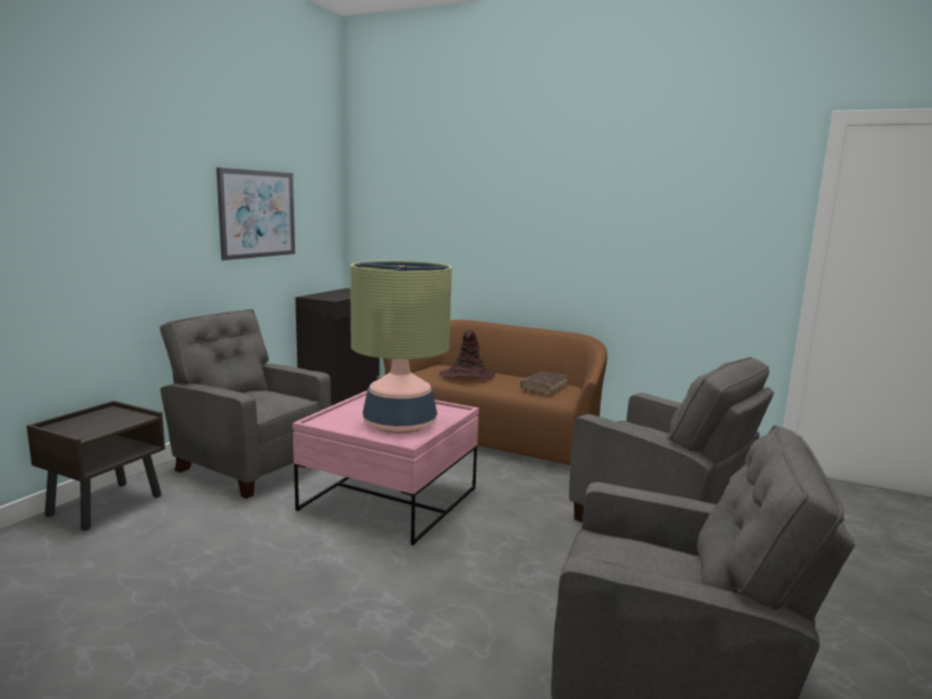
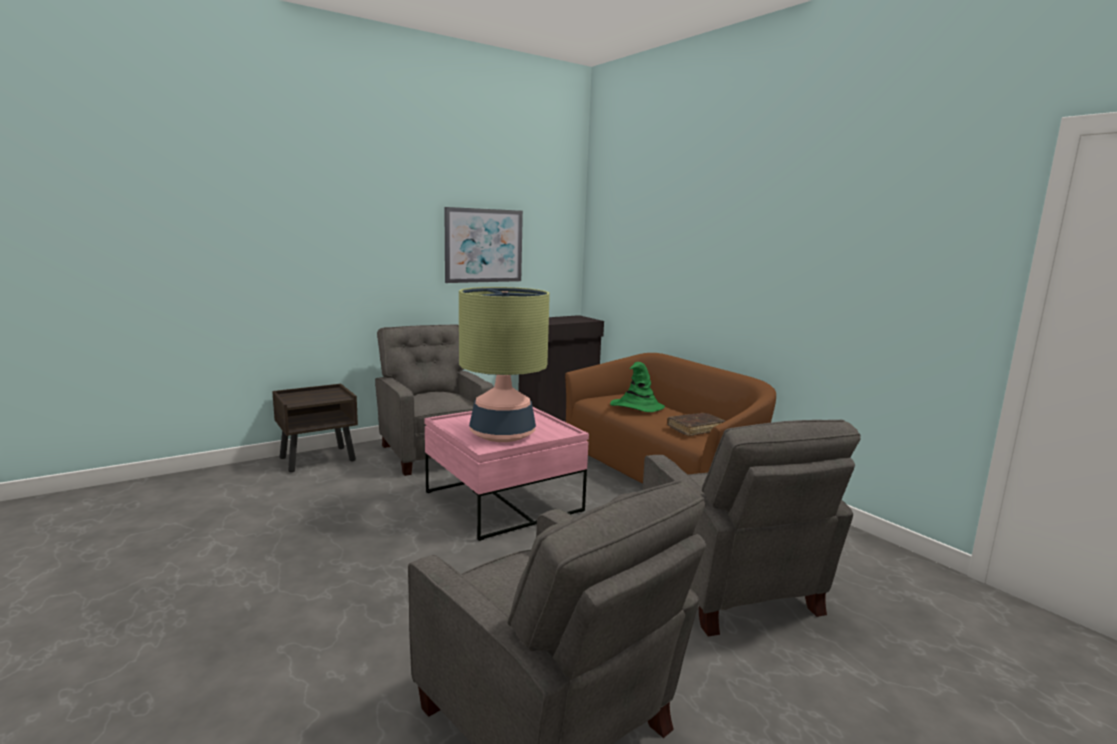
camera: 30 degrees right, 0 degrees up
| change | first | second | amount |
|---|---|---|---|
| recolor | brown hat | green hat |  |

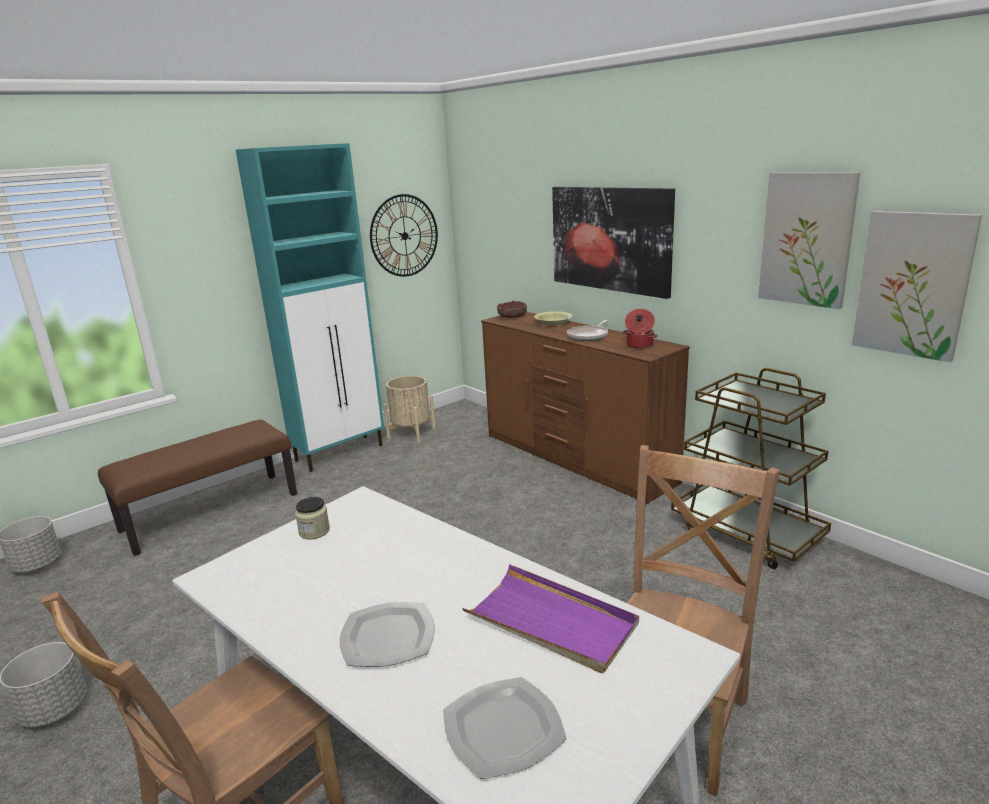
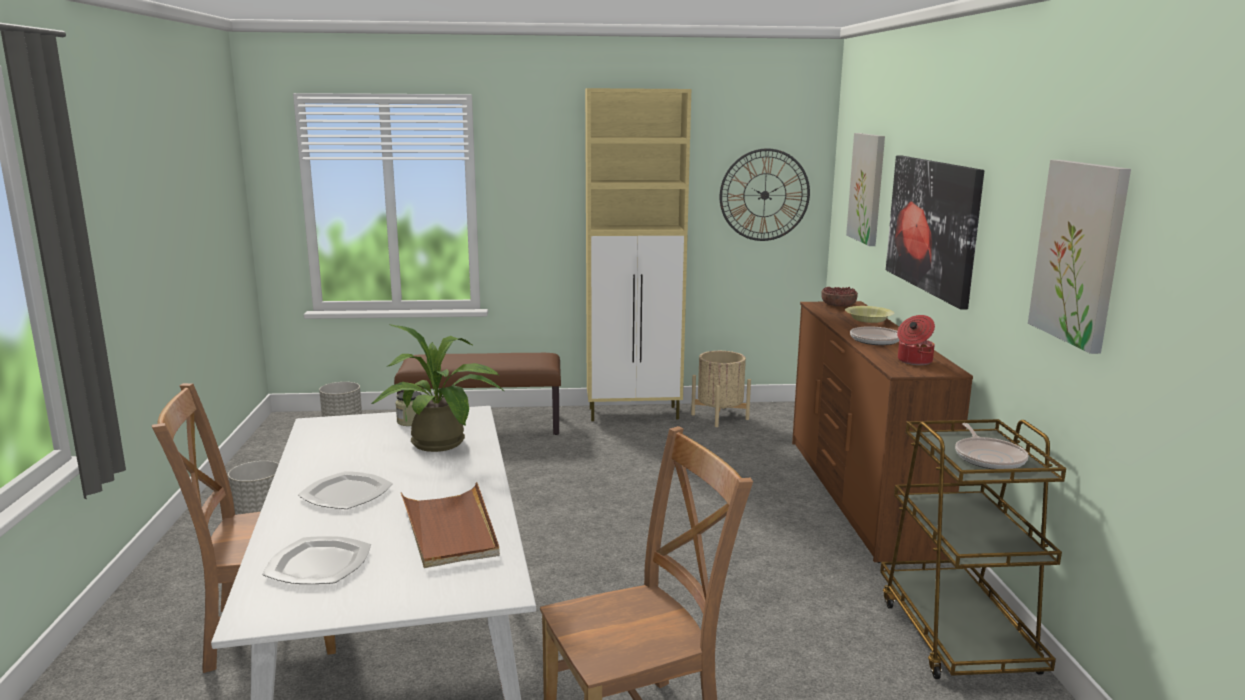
camera: 35 degrees right, 5 degrees down
| change | first | second | amount |
|---|---|---|---|
| recolor | turquoise cabinet | beige cabinet |  |
| move | picture (3rd from left in the first image) | picture (1st from left) |  |
| recolor | purple tray | brown tray |  |
| insert |  | potted plant |  |
| insert |  | frying pan (2nd from left) |  |

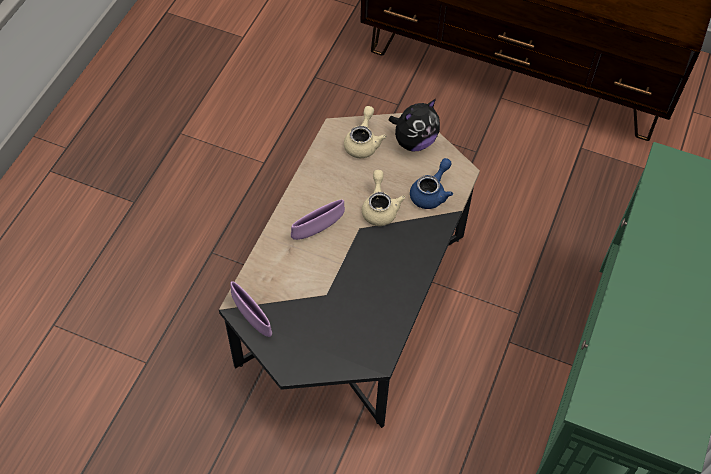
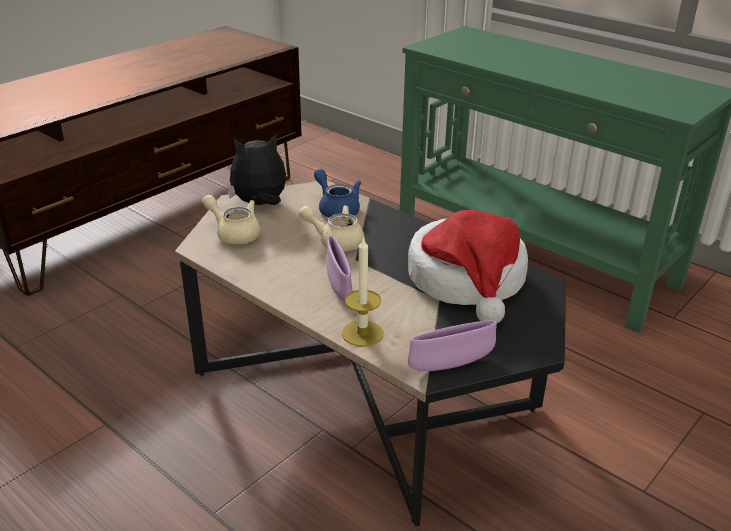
camera: 70 degrees left, 25 degrees down
| change | first | second | amount |
|---|---|---|---|
| rotate | plush toy |  | 90 degrees counterclockwise |
| insert |  | hat |  |
| insert |  | candle |  |

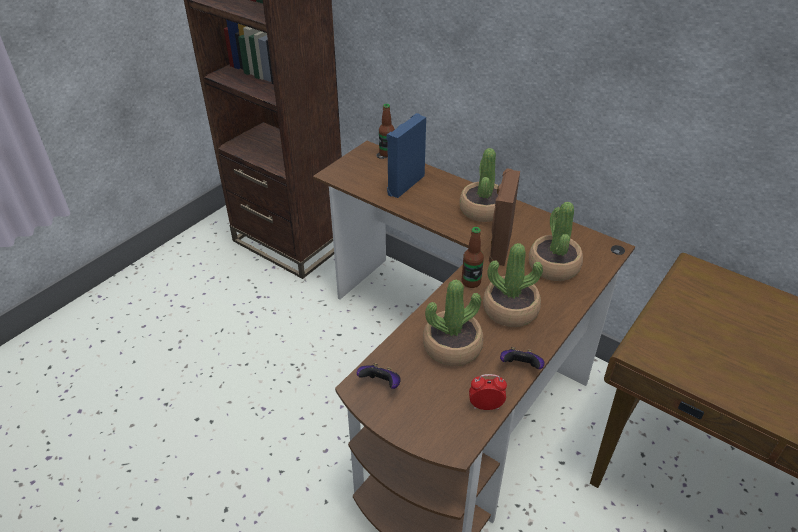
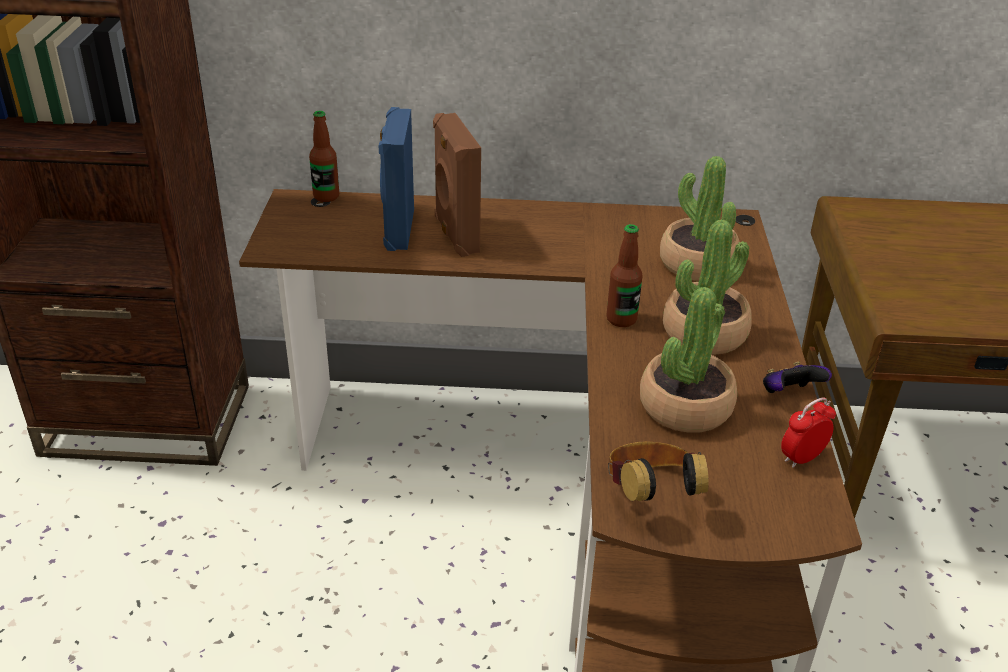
camera: 35 degrees left, 5 degrees down
| change | first | second | amount |
|---|---|---|---|
| delete | potted plant (2nd from left) |  |  |
| move | brown speaker |  |  |
| replace | game controller (1st from left) | headphones |  |

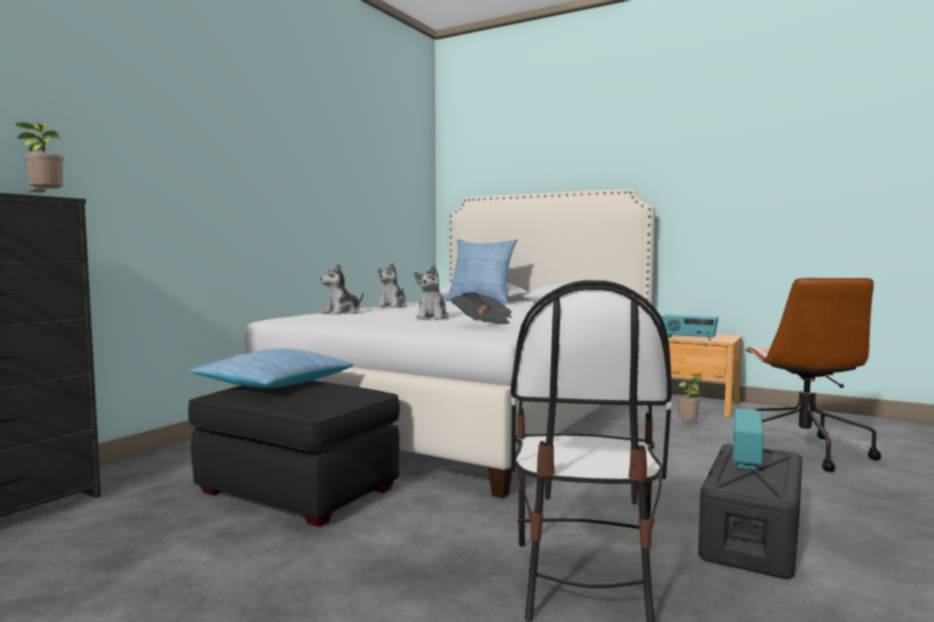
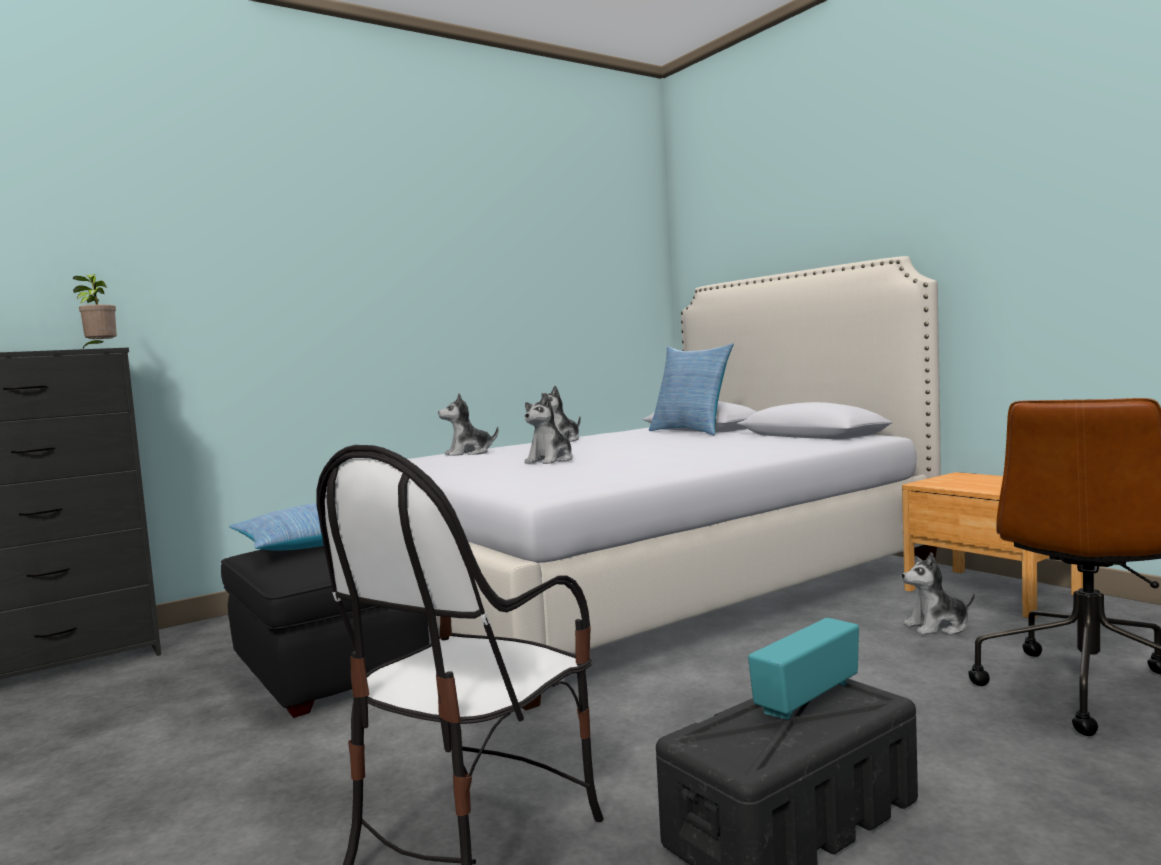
camera: 25 degrees right, 0 degrees up
| change | first | second | amount |
|---|---|---|---|
| delete | newspaper |  |  |
| delete | radio (1st from left) |  |  |
| replace | potted plant (2nd from left) | plush toy (4th from left) |  |

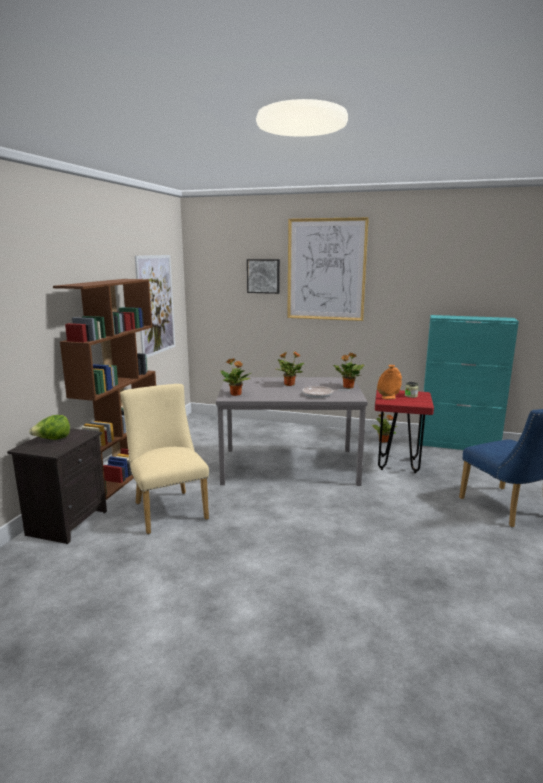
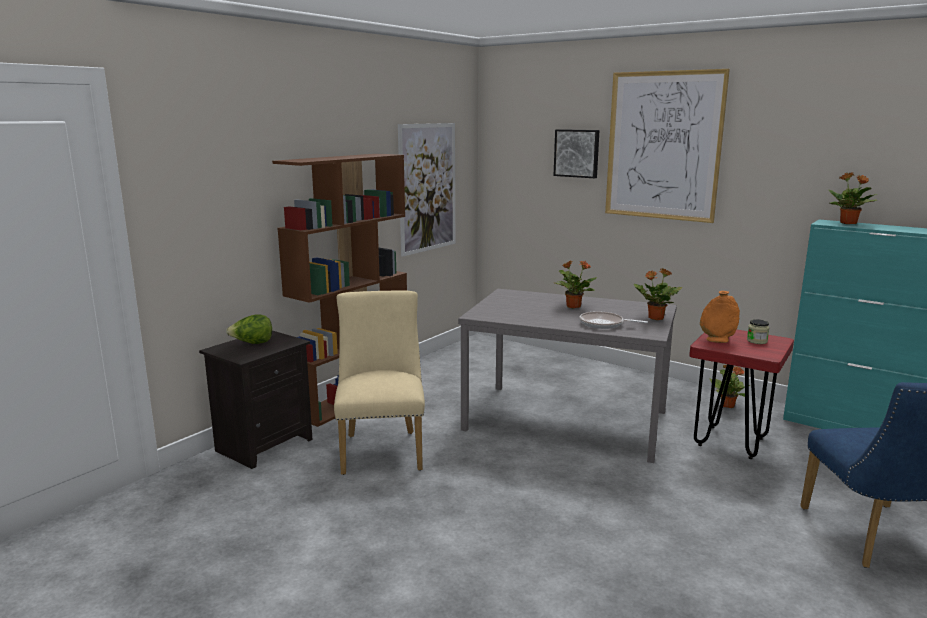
camera: 20 degrees right, 0 degrees up
| change | first | second | amount |
|---|---|---|---|
| move | potted plant (1st from left in the first image) | potted plant (4th from left) |  |

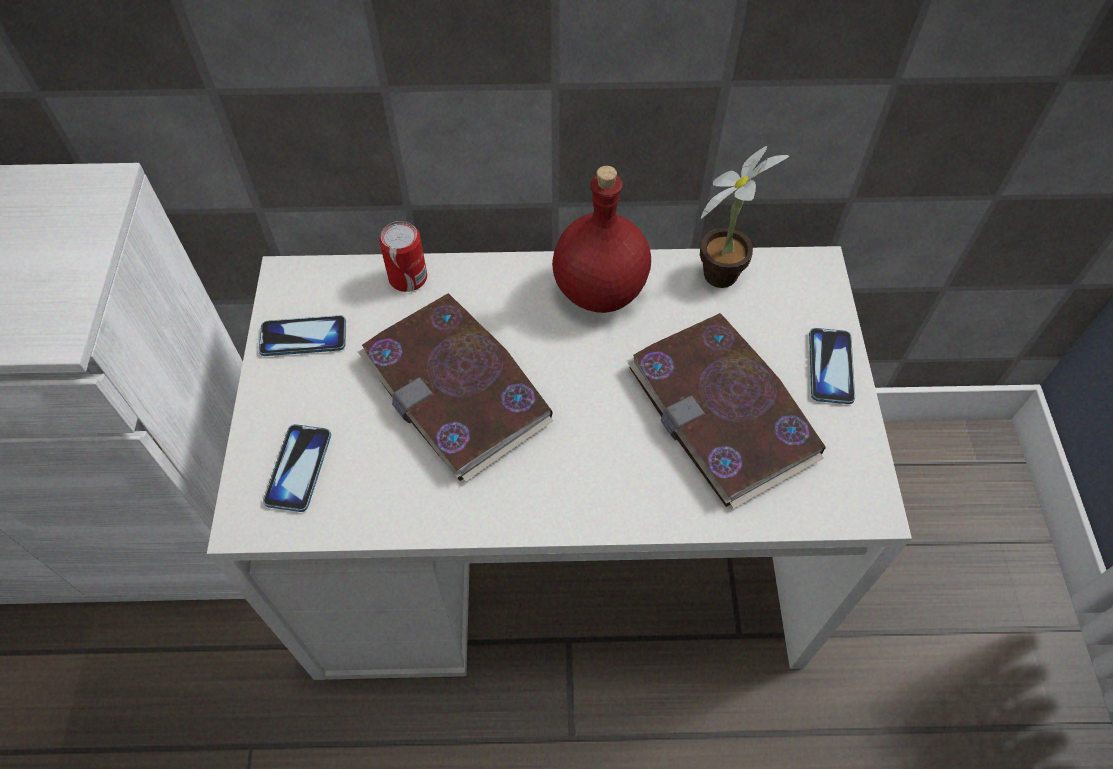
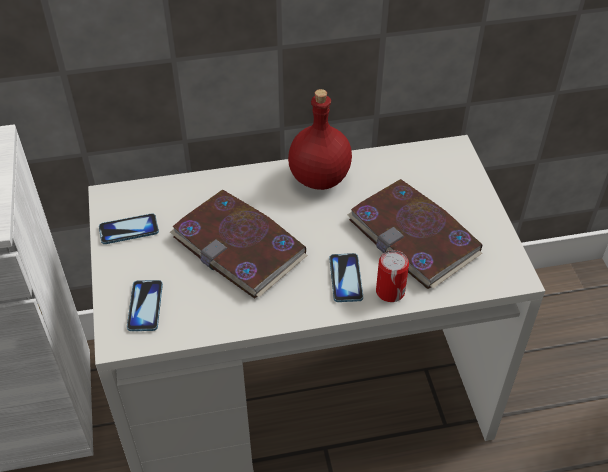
camera: 10 degrees left, 10 degrees down
| change | first | second | amount |
|---|---|---|---|
| delete | potted plant |  |  |
| move | can |  |  |
| move | phone (3rd from left) |  |  |

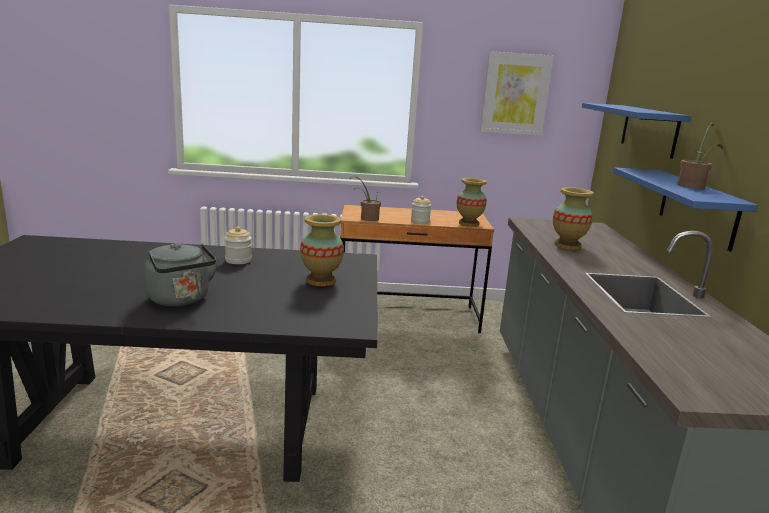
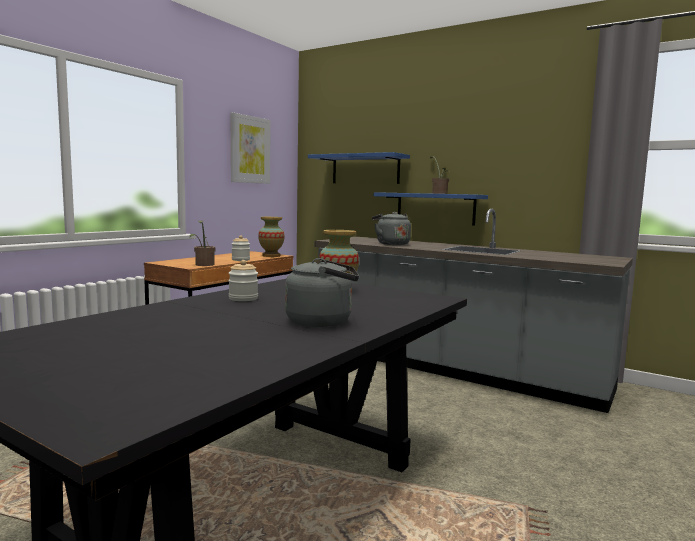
camera: 55 degrees left, 10 degrees down
| change | first | second | amount |
|---|---|---|---|
| replace | vase (3rd from left) | grey kettle (2nd from left) |  |

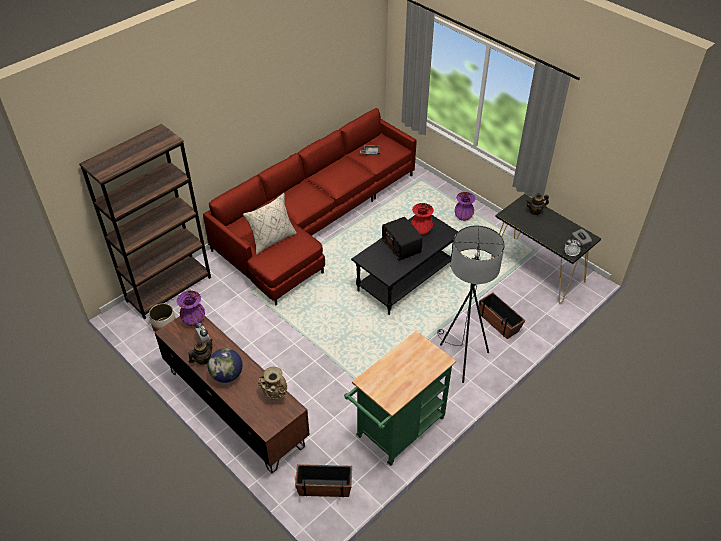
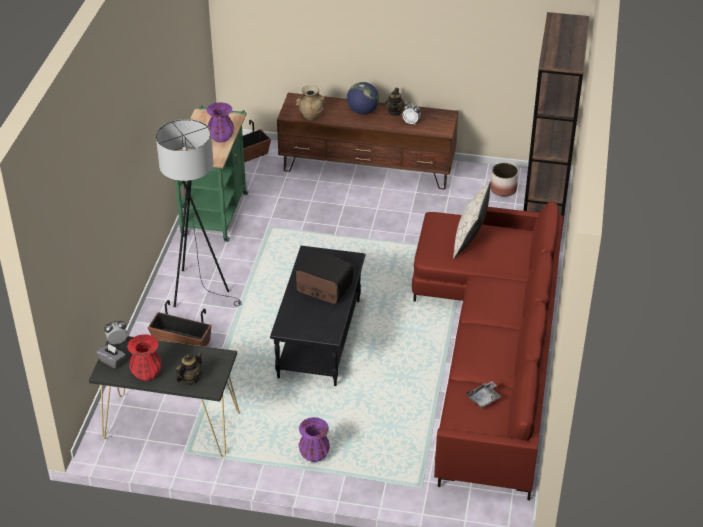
camera: 145 degrees right, 5 degrees down
| change | first | second | amount |
|---|---|---|---|
| move | red vase |  |  |
| move | purple vase (1st from left) |  |  |

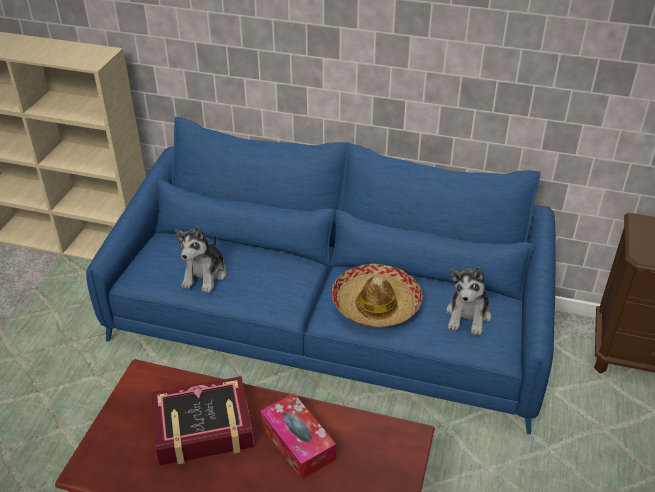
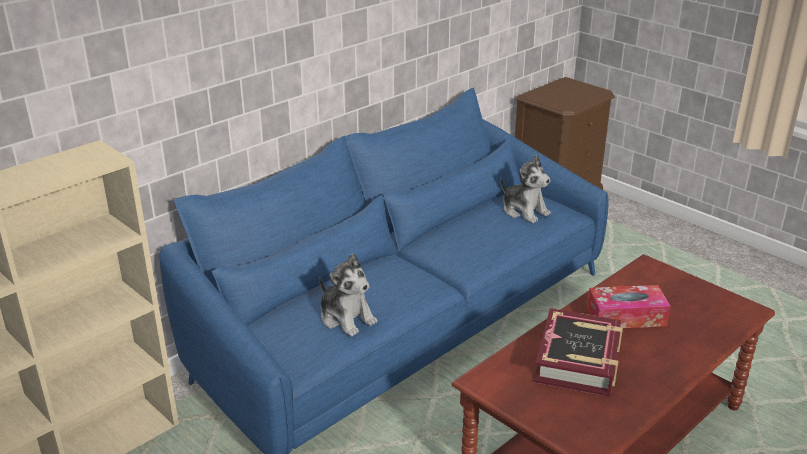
camera: 60 degrees left, 10 degrees down
| change | first | second | amount |
|---|---|---|---|
| delete | hat |  |  |

